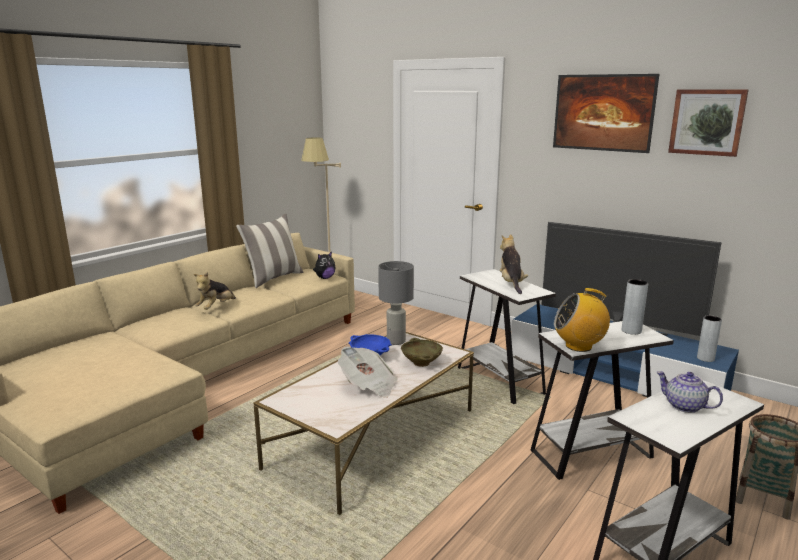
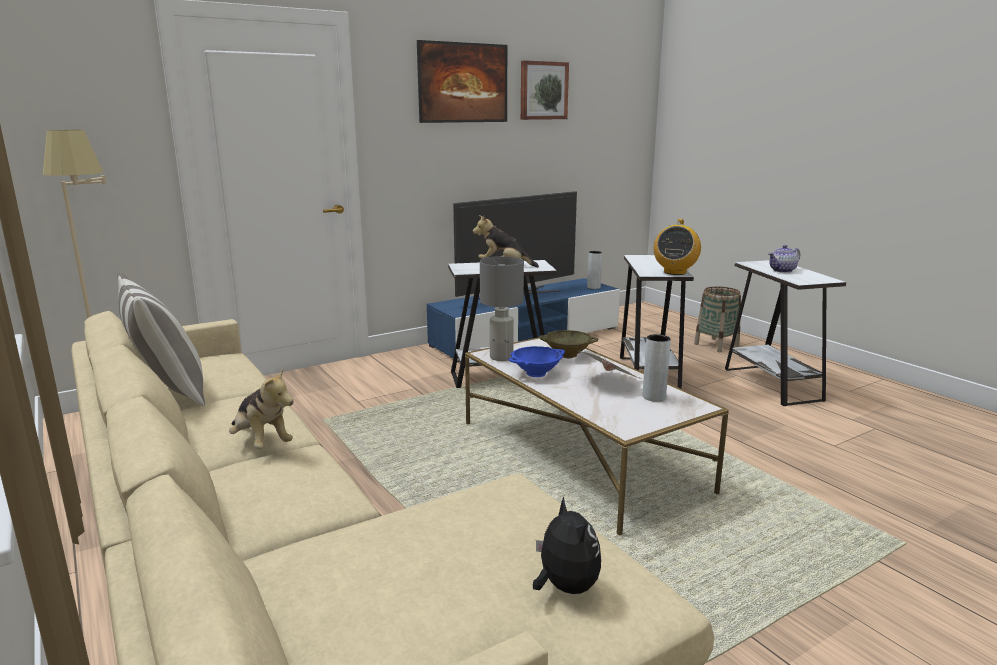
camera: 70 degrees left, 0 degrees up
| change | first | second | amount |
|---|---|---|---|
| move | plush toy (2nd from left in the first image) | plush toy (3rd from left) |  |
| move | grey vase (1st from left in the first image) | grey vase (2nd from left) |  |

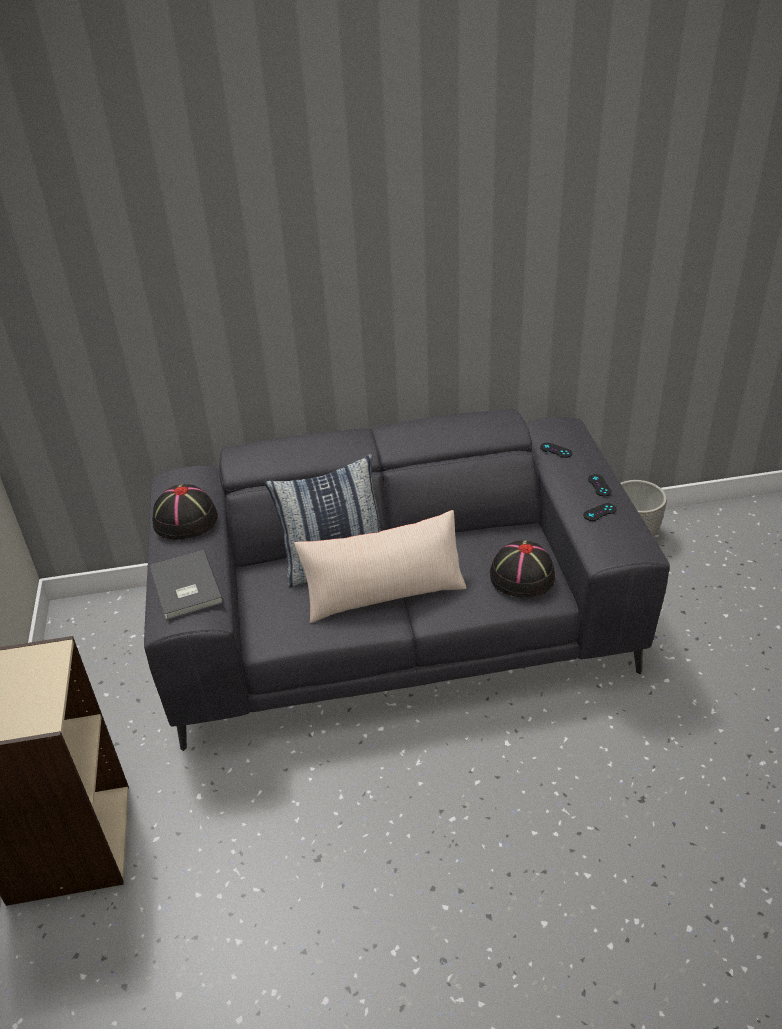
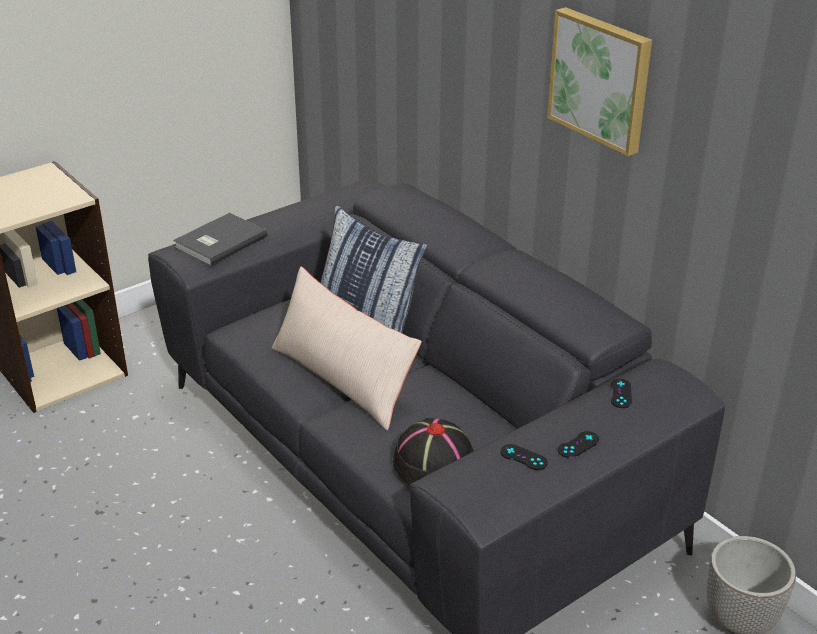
camera: 60 degrees right, 5 degrees down
| change | first | second | amount |
|---|---|---|---|
| delete | black hat (1st from left) |  |  |
| insert |  | picture |  |

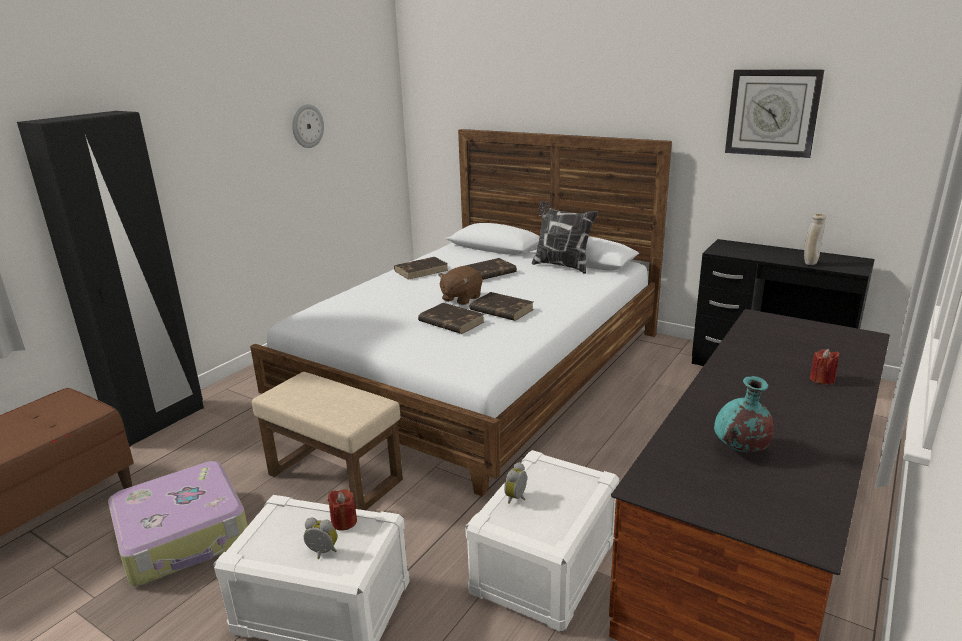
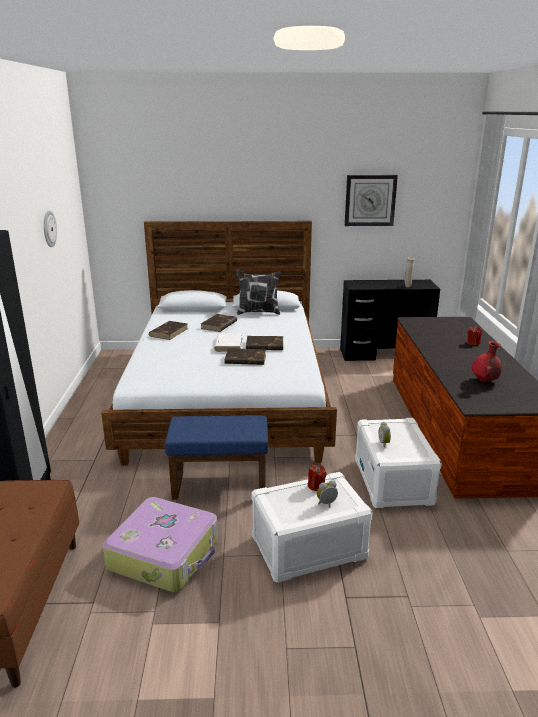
camera: 35 degrees left, 0 degrees up
| change | first | second | amount |
|---|---|---|---|
| replace | brown plush toy | white book |  |
| recolor | beige ottoman | blue ottoman |  |
| recolor | turquoise vase | red vase |  |

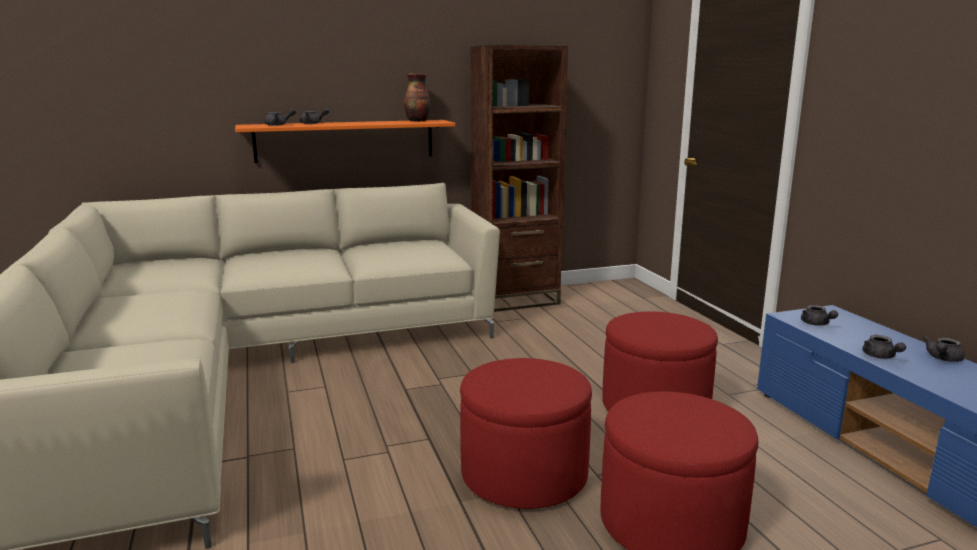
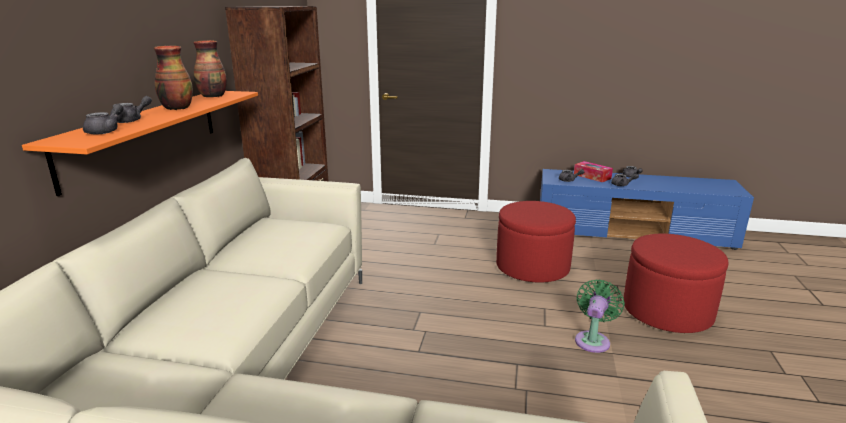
camera: 60 degrees left, 5 degrees up
| change | first | second | amount |
|---|---|---|---|
| replace | red ottoman (1st from left) | green fan |  |
| insert |  | vase (1st from left) |  |
| insert |  | tissue box |  |

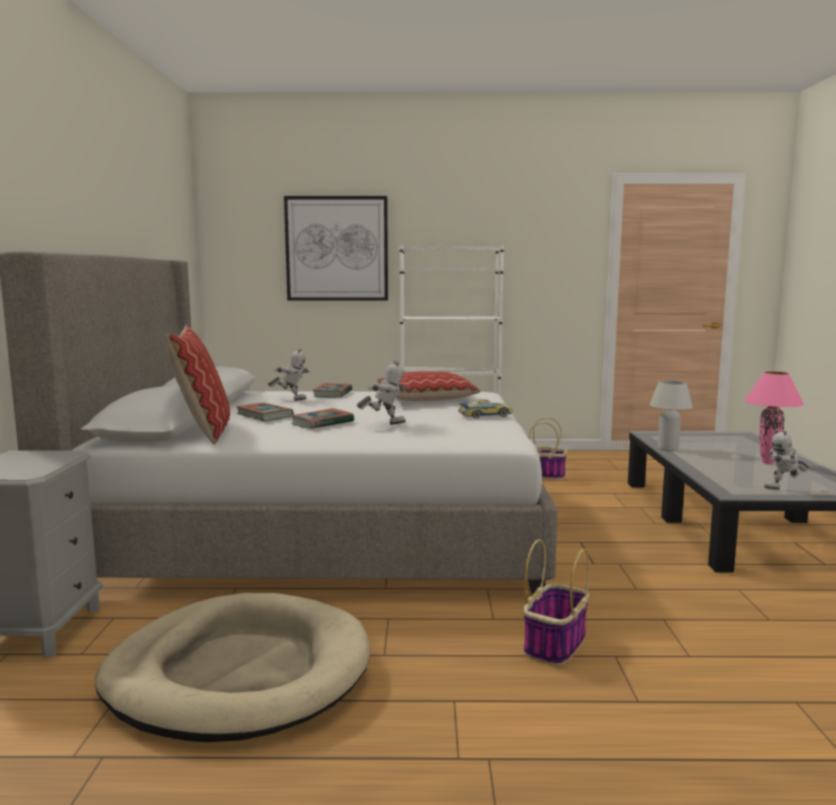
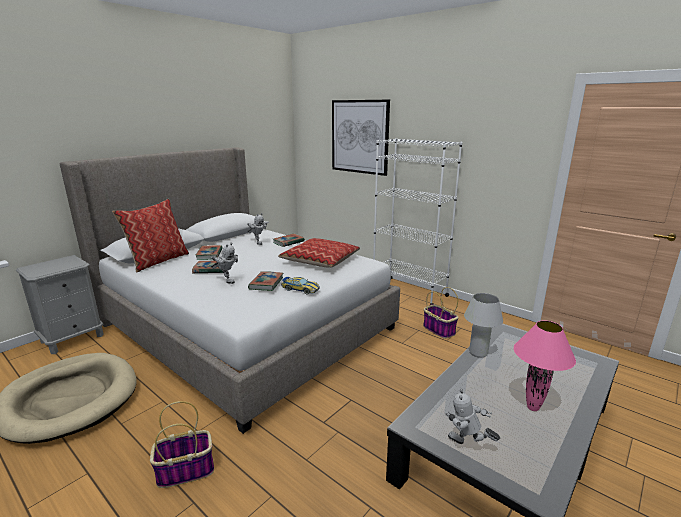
camera: 40 degrees right, 10 degrees up
| change | first | second | amount |
|---|---|---|---|
| insert |  | book (3rd from left) |  |

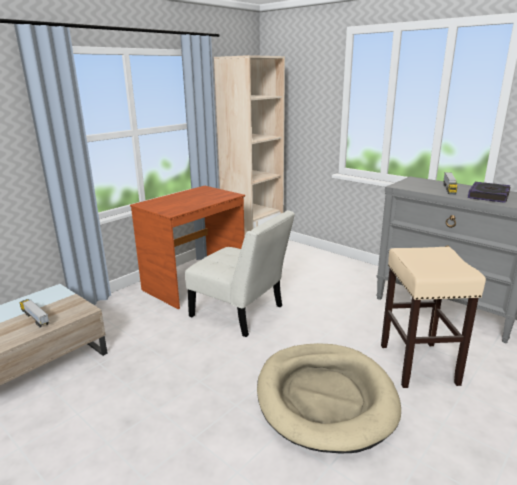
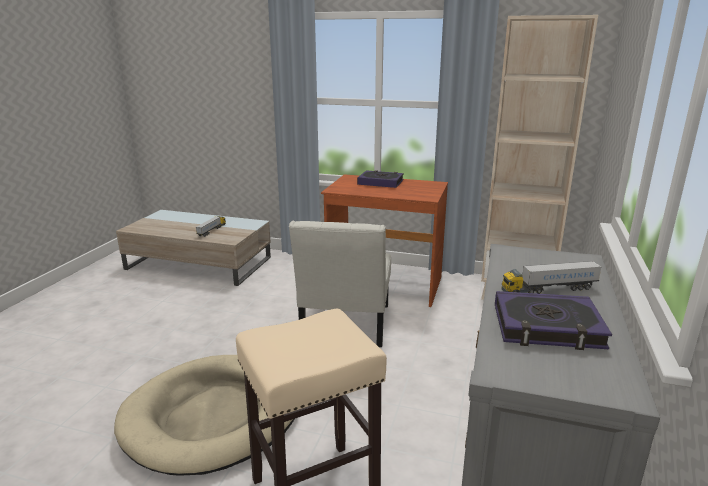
camera: 65 degrees right, 0 degrees up
| change | first | second | amount |
|---|---|---|---|
| insert |  | book (1st from left) |  |

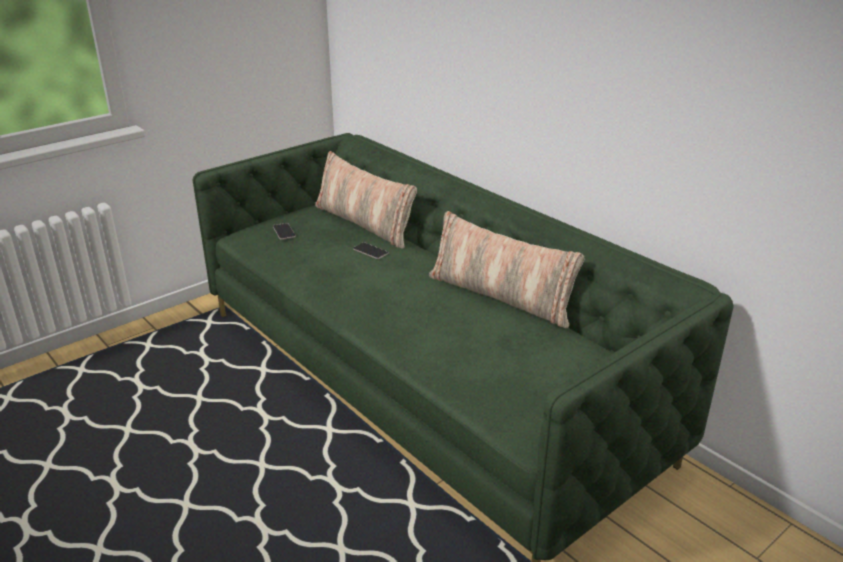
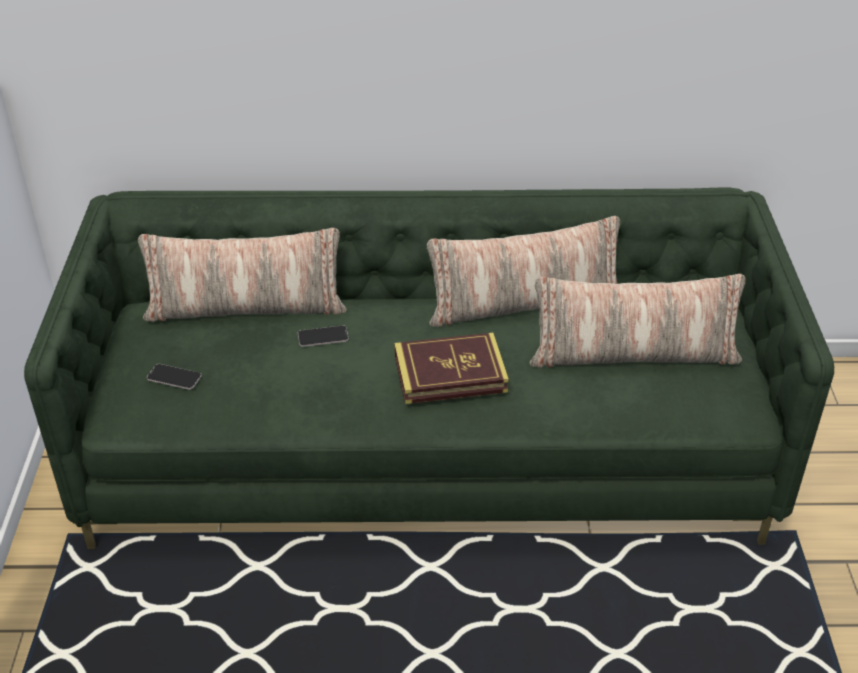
camera: 50 degrees left, 10 degrees up
| change | first | second | amount |
|---|---|---|---|
| insert |  | pillow (3rd from left) |  |
| insert |  | book |  |

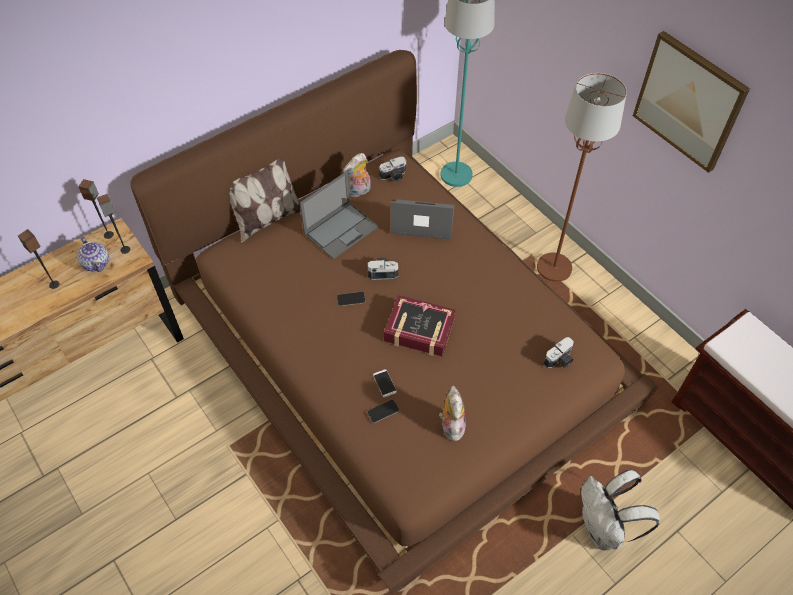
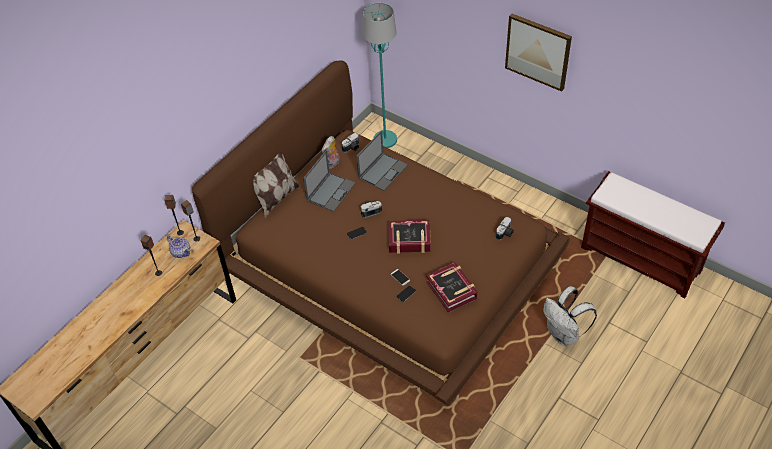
camera: 15 degrees left, 5 degrees down
| change | first | second | amount |
|---|---|---|---|
| delete | brown floor lamp |  |  |
| rotate | laptop (2nd from left) |  | 135 degrees clockwise |
| replace | plush toy (2nd from left) | book (2nd from left) |  |

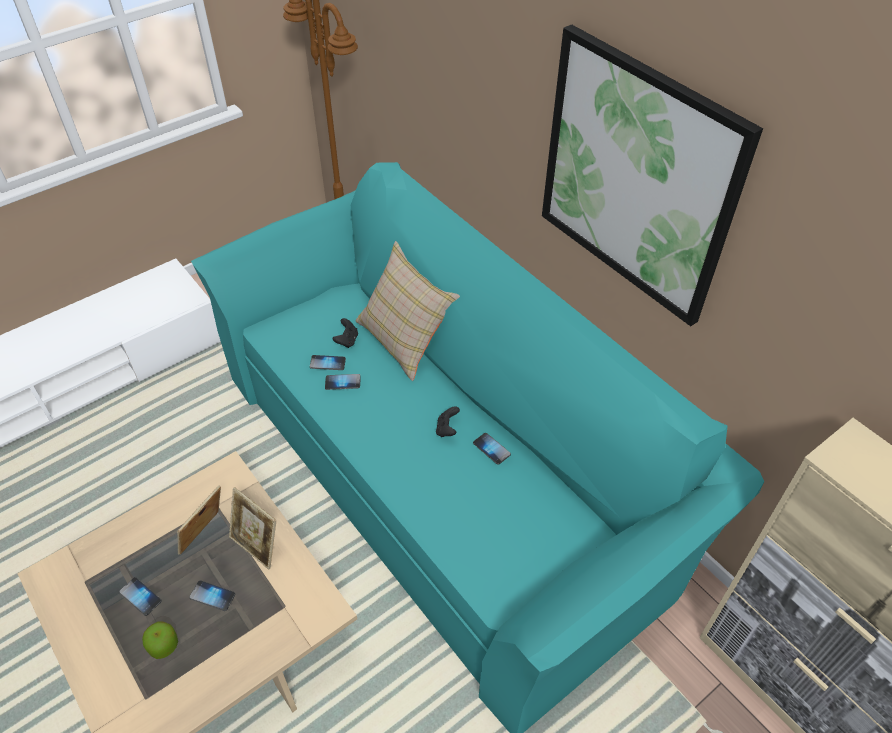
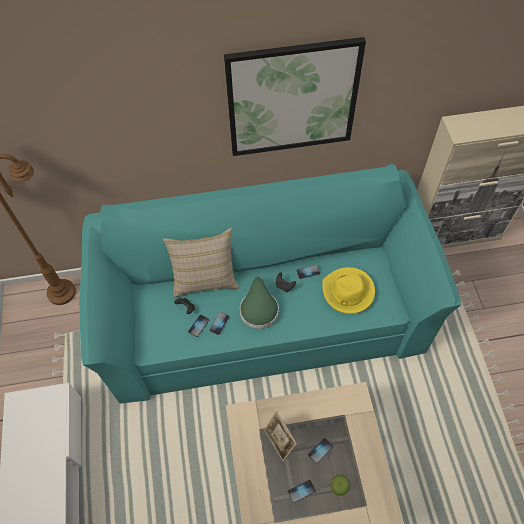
camera: 60 degrees left, 10 degrees up
| change | first | second | amount |
|---|---|---|---|
| delete | picture frame (2nd from left) |  |  |
| insert |  | yellow hat |  |
| insert |  | green hat |  |

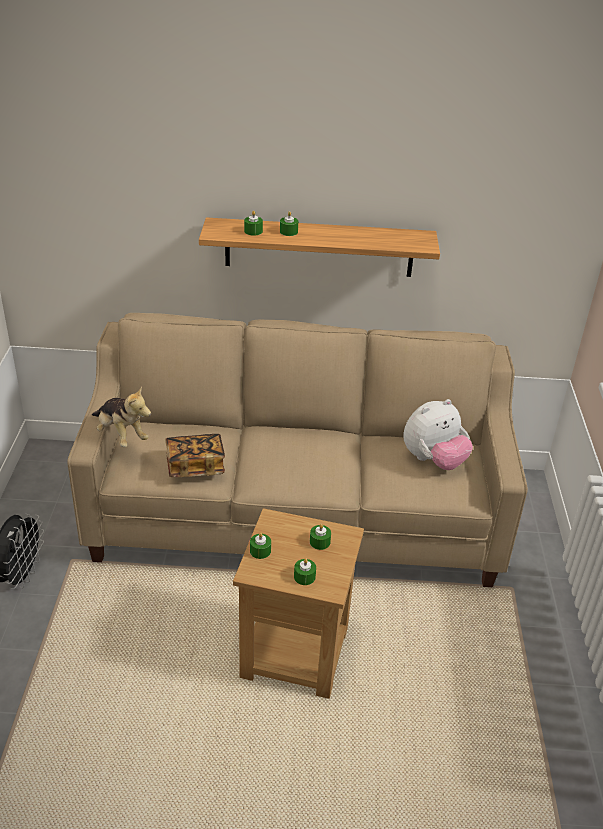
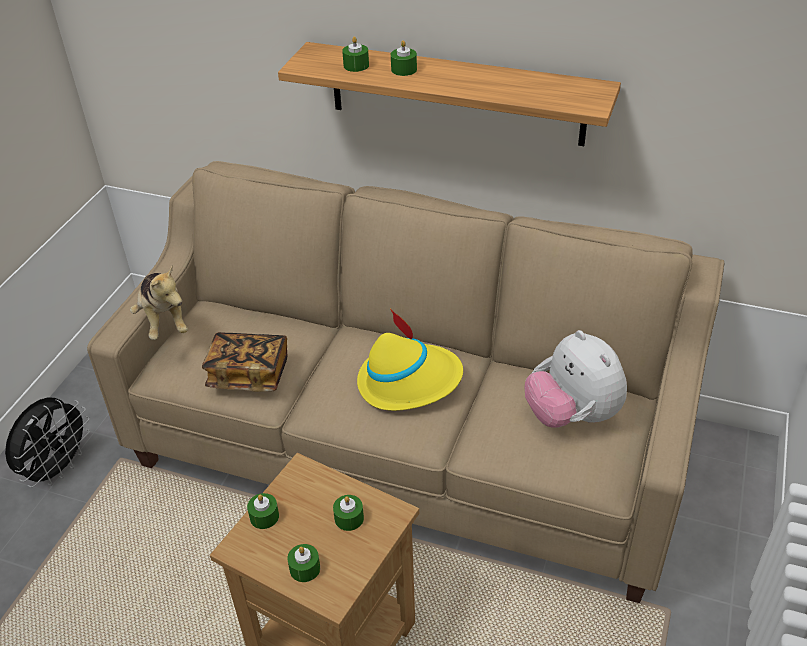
camera: 20 degrees right, 5 degrees up
| change | first | second | amount |
|---|---|---|---|
| rotate | plush toy (2nd from left) |  | 75 degrees clockwise |
| insert |  | yellow hat |  |

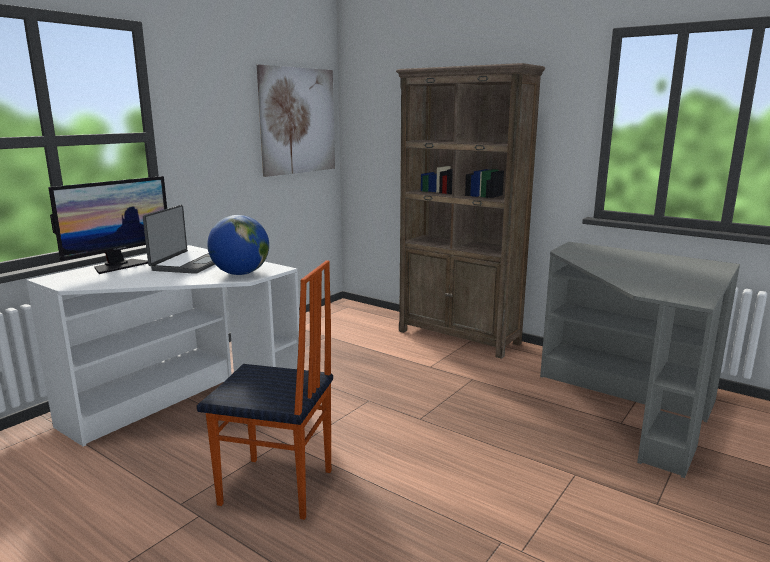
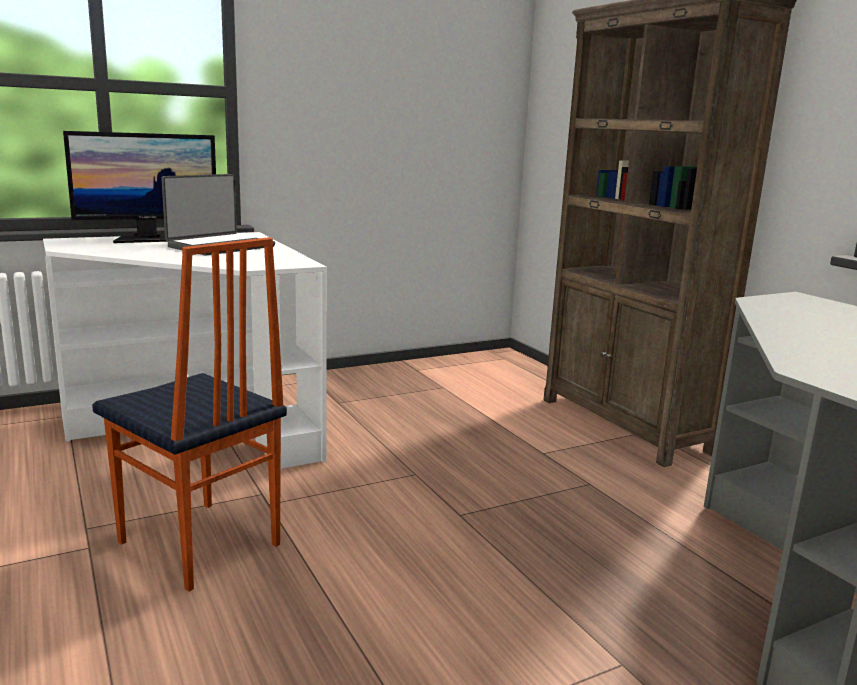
camera: 25 degrees right, 0 degrees up
| change | first | second | amount |
|---|---|---|---|
| delete | picture |  |  |
| delete | globe |  |  |

